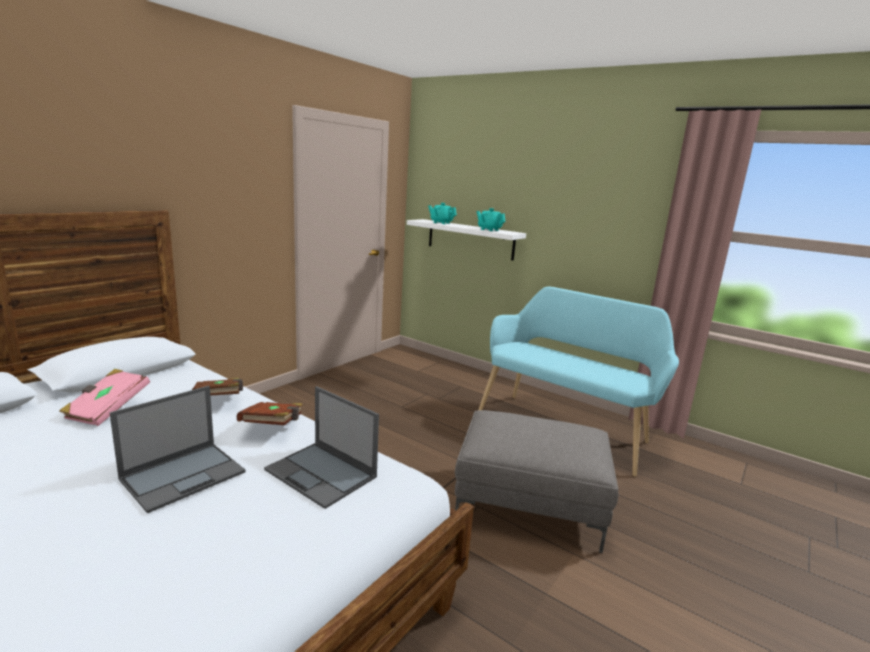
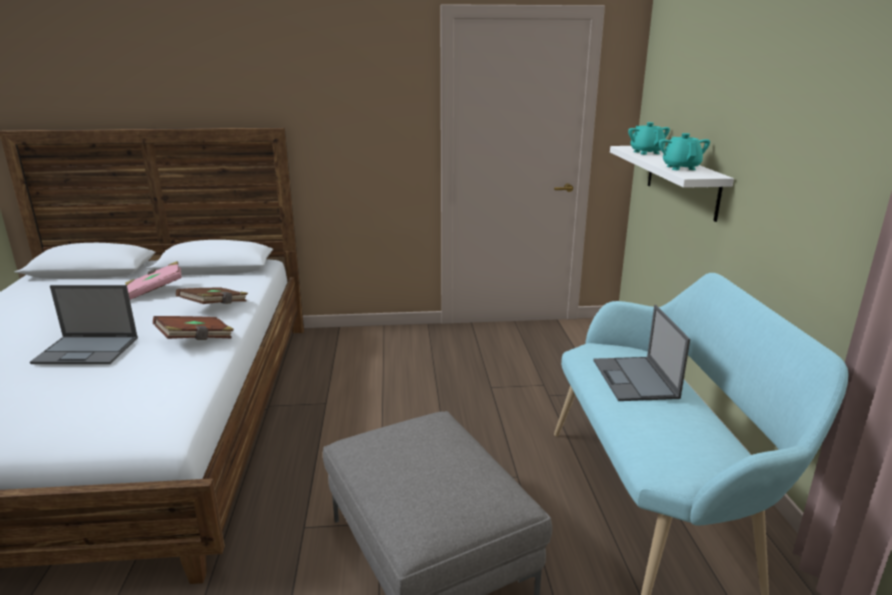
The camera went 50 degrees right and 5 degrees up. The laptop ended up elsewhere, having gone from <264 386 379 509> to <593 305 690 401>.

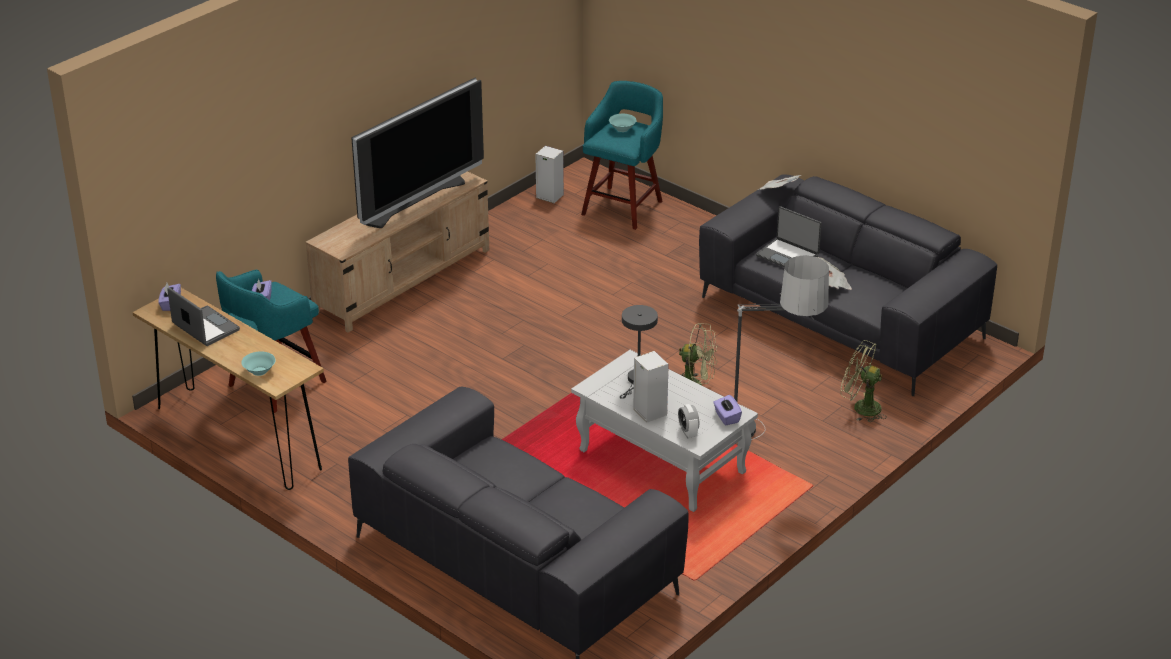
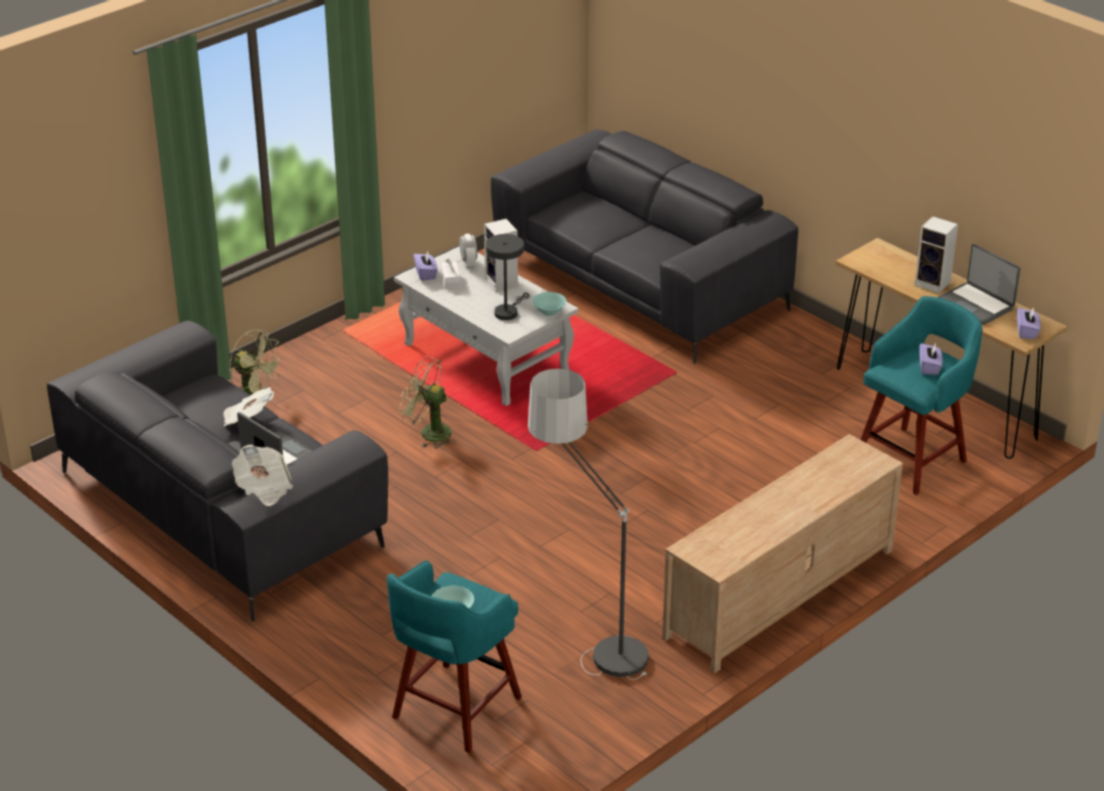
The camera went 175 degrees left and 0 degrees up. The second view gained the tissue holder (white-coloured) at <441 259 461 289>. The standing lamp ended up elsewhere, having gone from <734 255 829 440> to <528 368 649 680>. The bowl (blue-green) ended up elsewhere, having gone from <241 352 276 376> to <532 292 567 316>. The audio speaker ended up elsewhere, having gone from <535 146 564 203> to <915 216 958 293>. The second view lost the TV set at <351 78 484 228>.

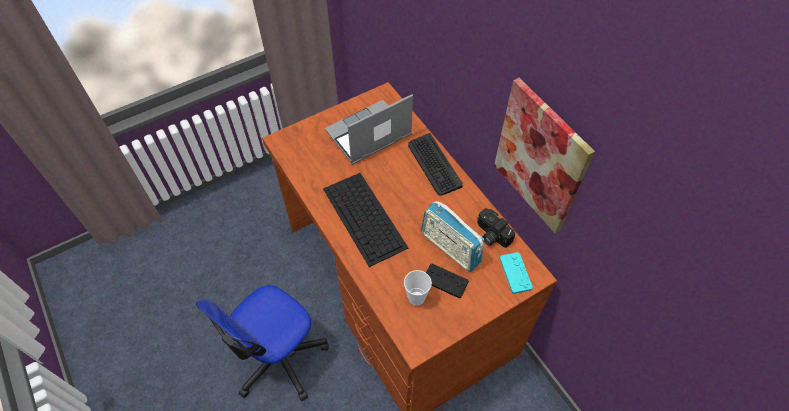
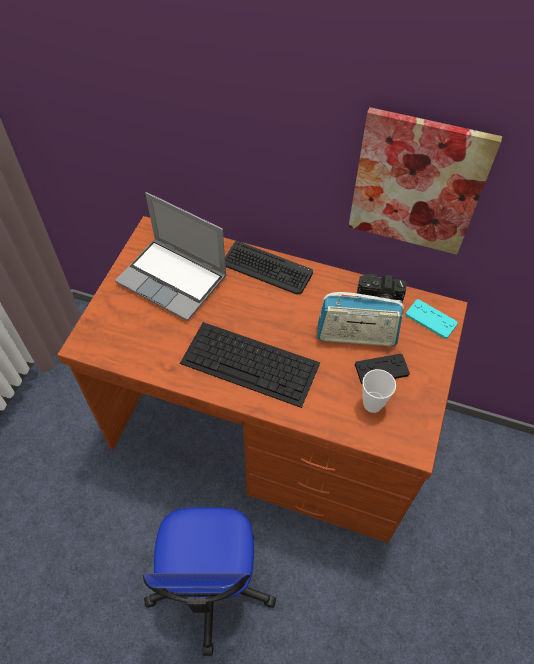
The camera went 40 degrees left and 0 degrees up. The laptop at <325 94 413 165> ended up facing another way, 75 degrees counterclockwise from before.

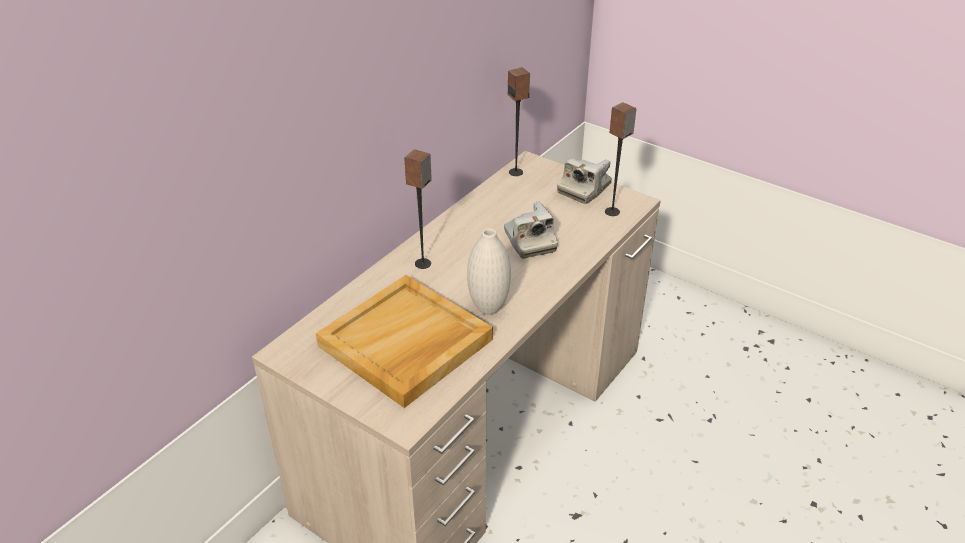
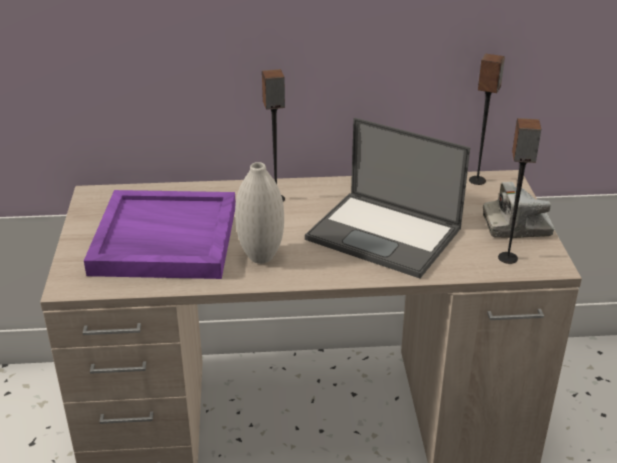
The camera went 50 degrees right and 5 degrees down. What was the serving tray (beige-coloured) at <316 275 493 408> turned into the serving tray (purplish) at <84 190 236 279>. Where the still camera stood at <504 201 558 259>, the laptop came to stand at <305 117 470 279>.

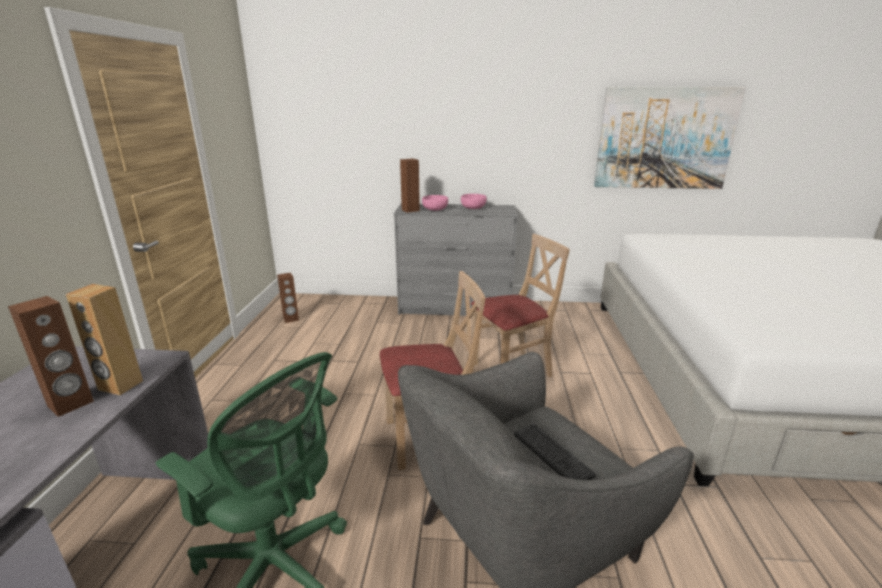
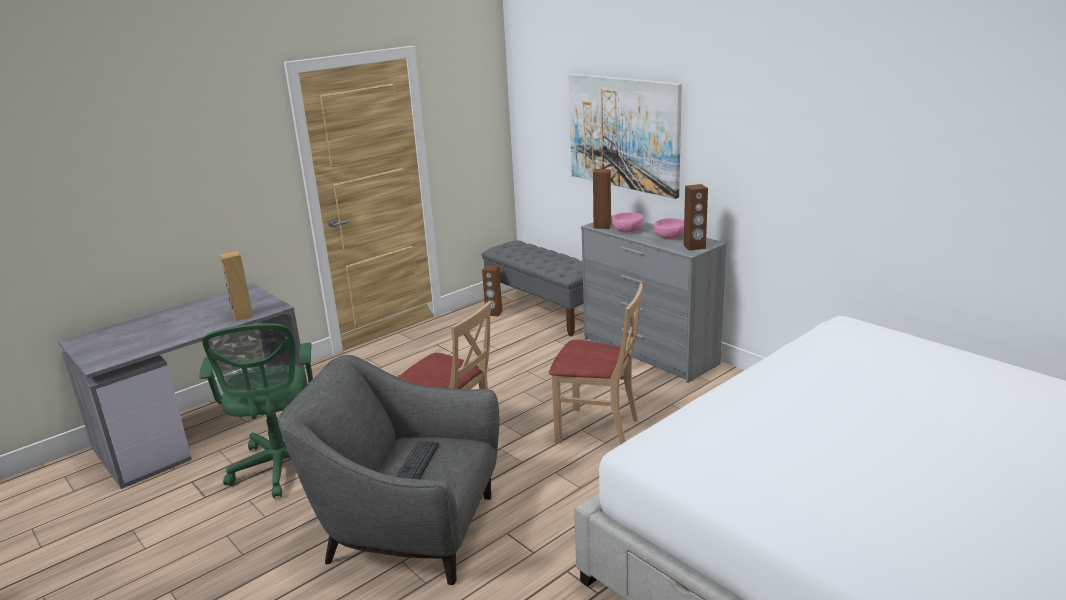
The camera went 45 degrees right and 0 degrees up. The second view gained the bench (grey) at <482 240 584 336>. The picture ended up elsewhere, having gone from <594 87 746 189> to <568 74 682 199>. The audio speaker (brownish) ended up elsewhere, having gone from <8 296 94 417> to <684 184 708 251>.

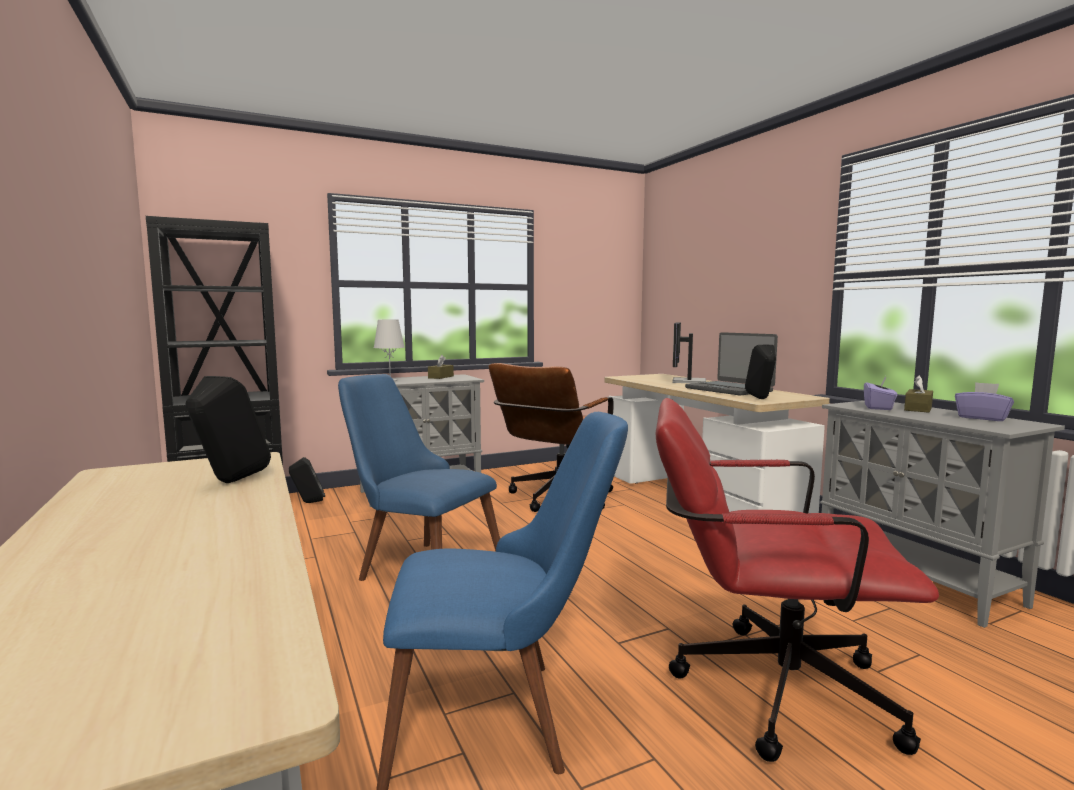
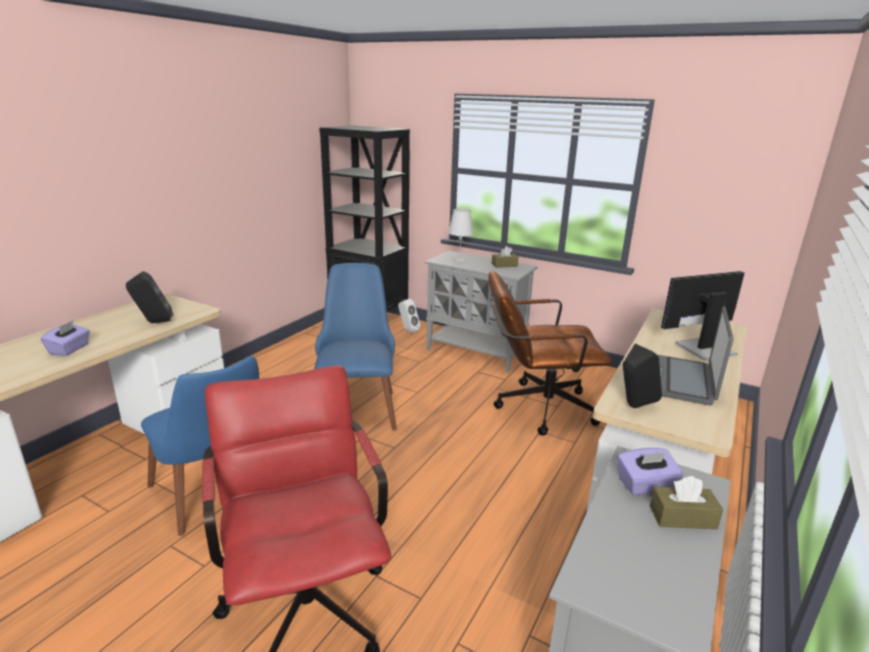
The camera went 55 degrees right and 15 degrees up. The tissue holder (purplish) ended up elsewhere, having gone from <955 382 1014 421> to <41 320 90 356>. What was the audio speaker (black-coloured) at <289 457 325 503> turned into the audio speaker (white-coloured) at <398 299 421 333>.

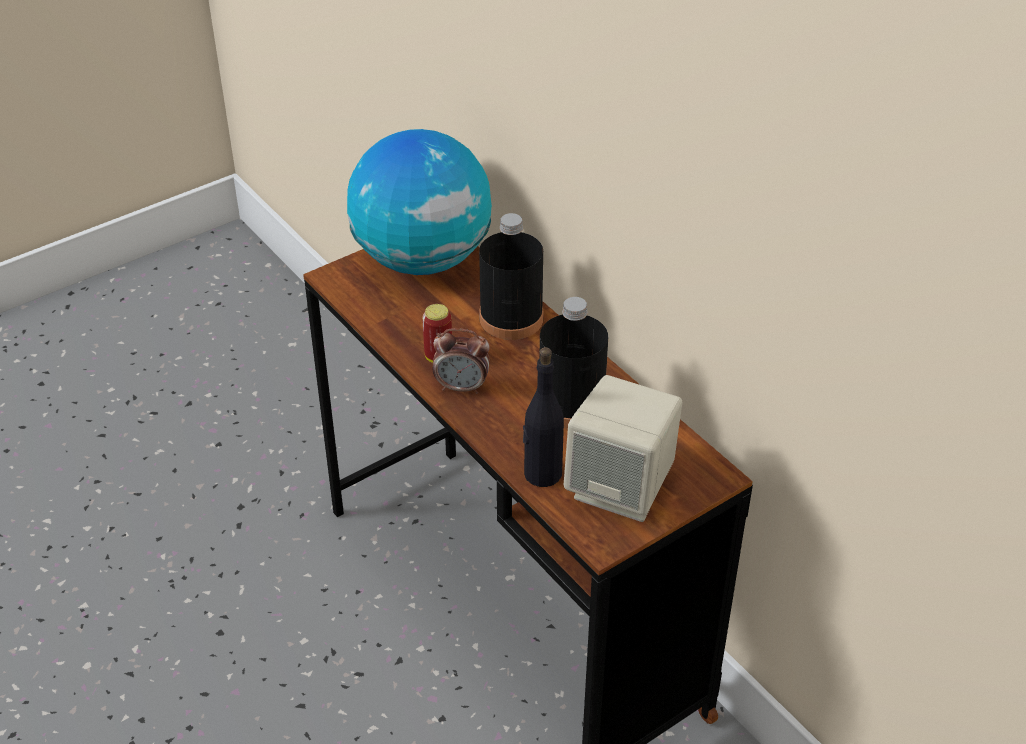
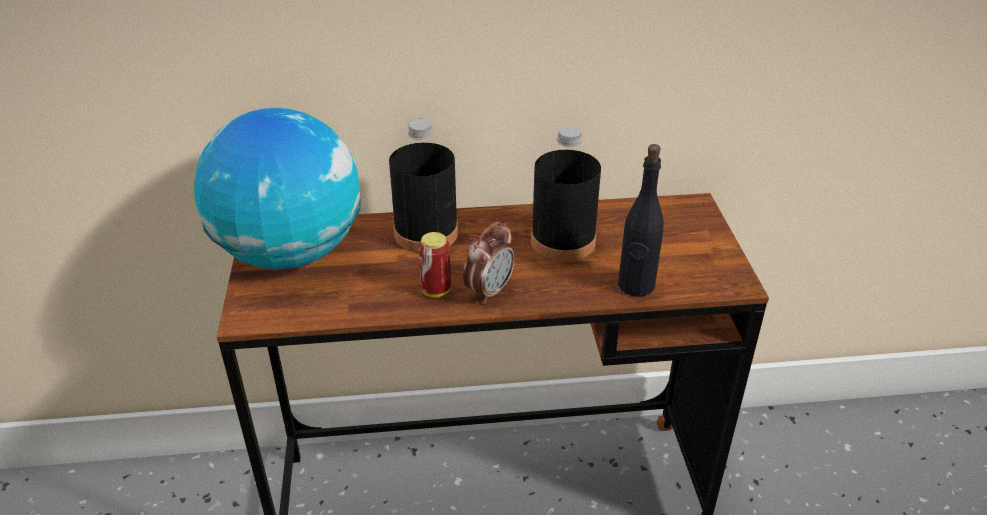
The camera went 60 degrees left and 5 degrees down. The second view lost the audio speaker (beige-coloured) at <563 375 682 522>.

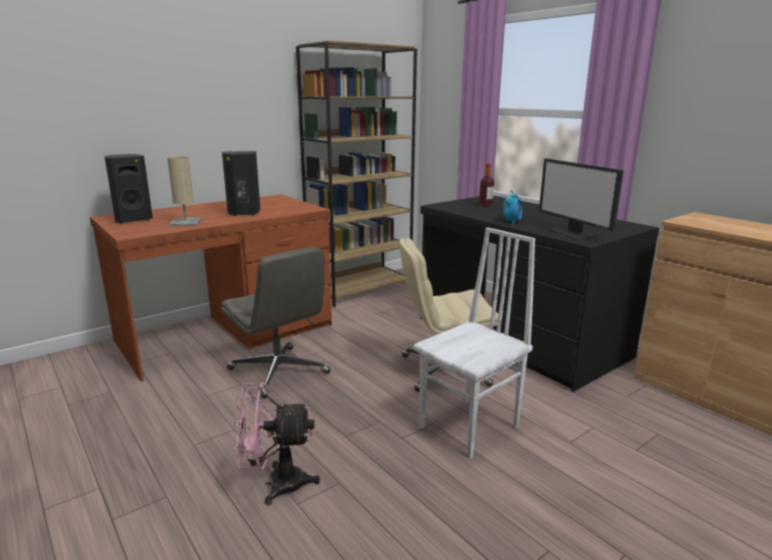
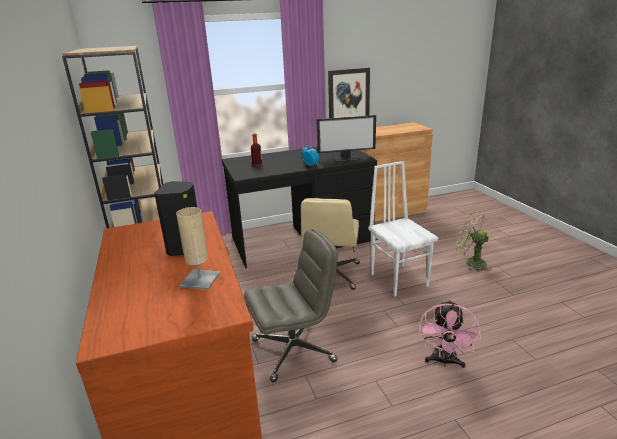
The camera went 70 degrees left and 5 degrees up. The second view gained the picture at <328 68 370 118>. The second view gained the electric fan (green) at <456 212 490 272>. The second view lost the audio speaker (black-coloured) at <105 154 153 223>.

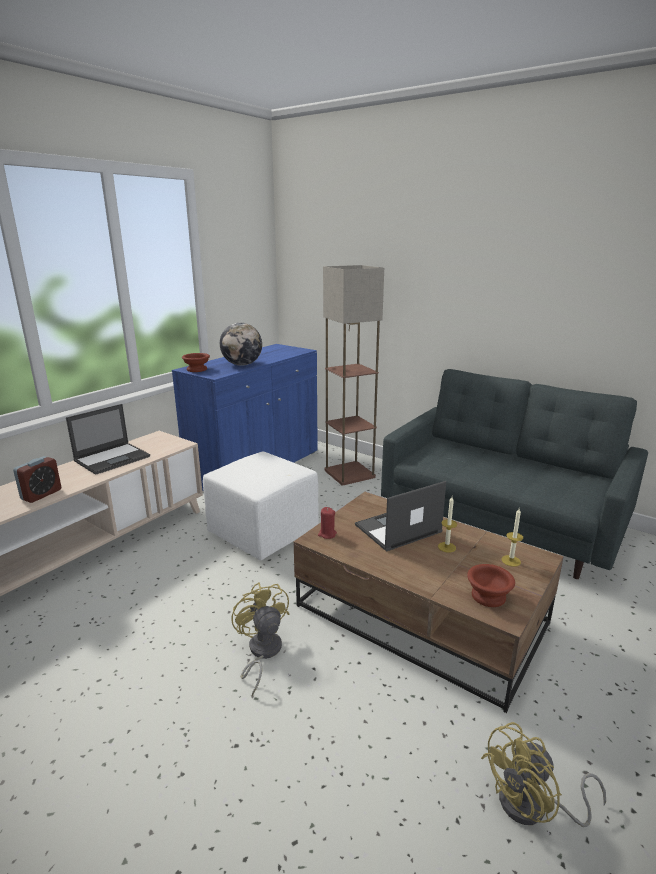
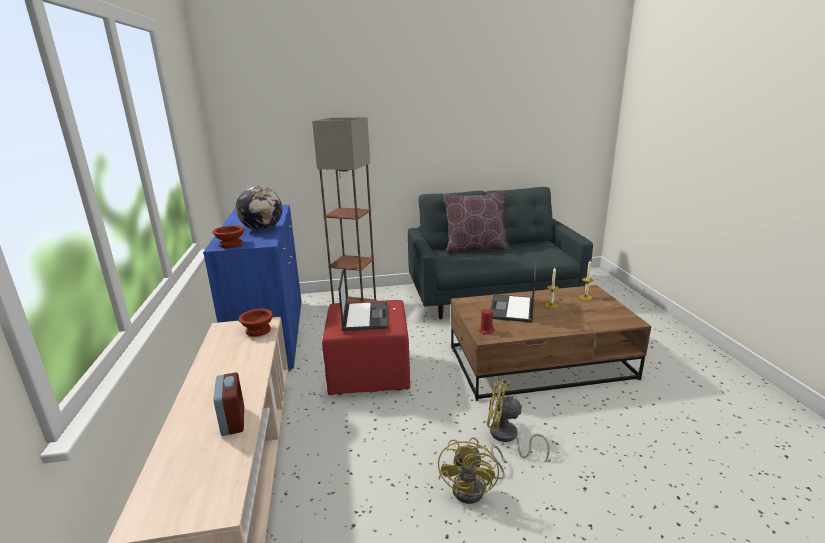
The camera went 45 degrees left and 0 degrees up. The bowl (brownish) ended up elsewhere, having gone from <467 564 515 607> to <239 309 273 337>. What was the footrest (white-coloured) at <203 452 319 560> turned into the footrest (red-coloured) at <322 300 410 395>. The laptop ended up elsewhere, having gone from <66 404 150 475> to <338 266 388 331>. The electric fan (yellowish) ended up elsewhere, having gone from <481 722 606 827> to <438 437 505 504>. The second view gained the cushion (brownish) at <443 191 509 253>.

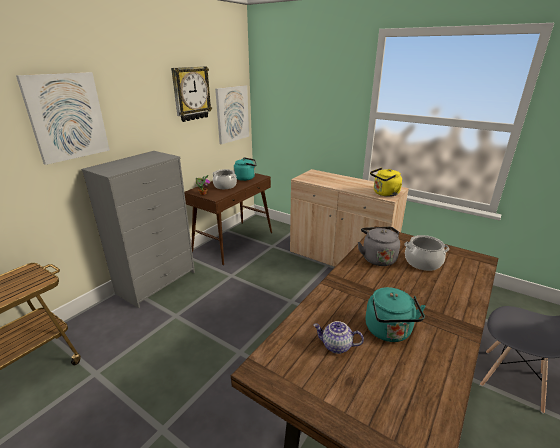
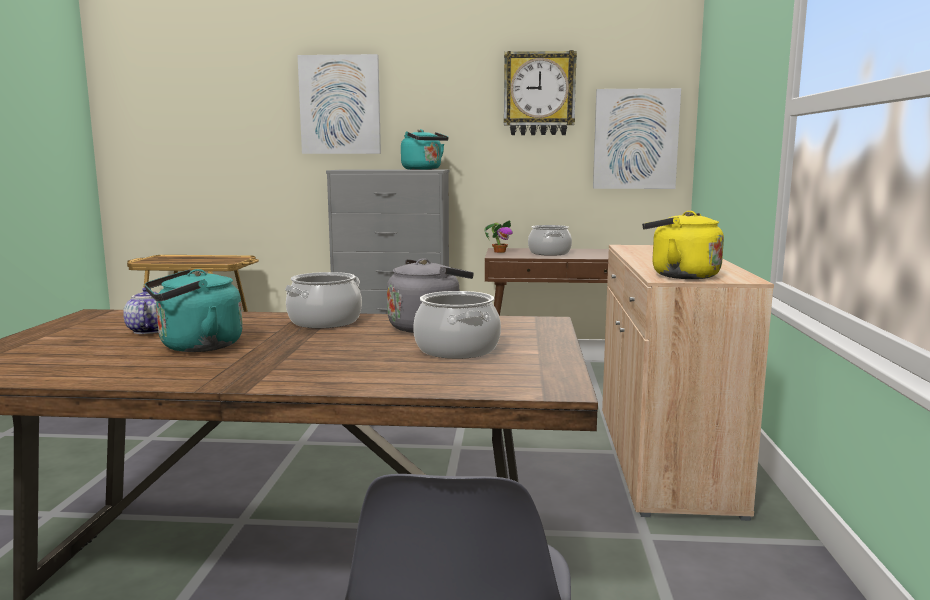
The camera went 60 degrees right and 15 degrees down. The second view gained the stockpot at <285 272 362 328>. The water kettle (blue-green) ended up elsewhere, having gone from <234 157 257 181> to <401 129 449 170>.

